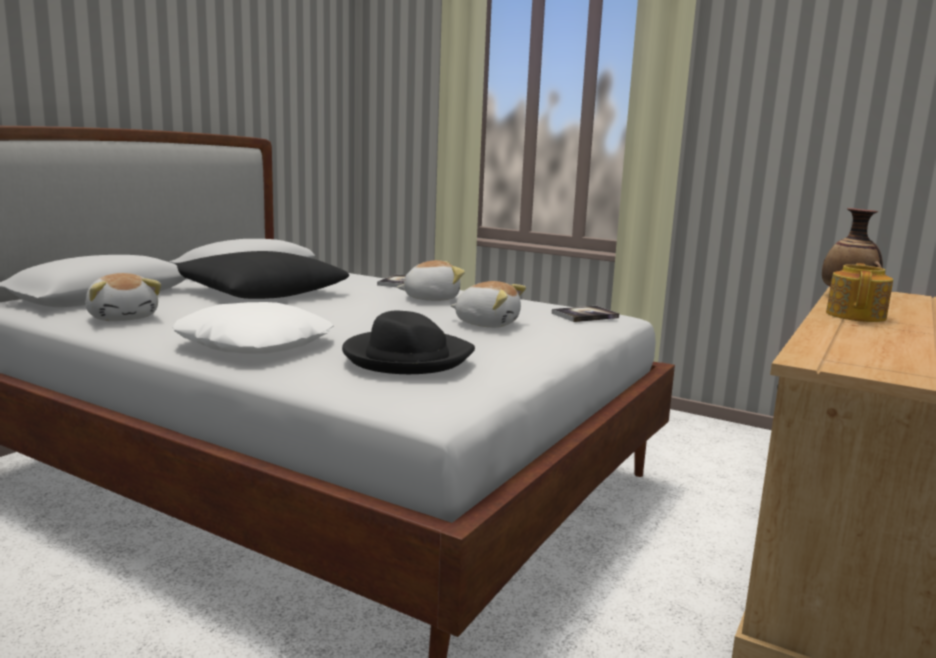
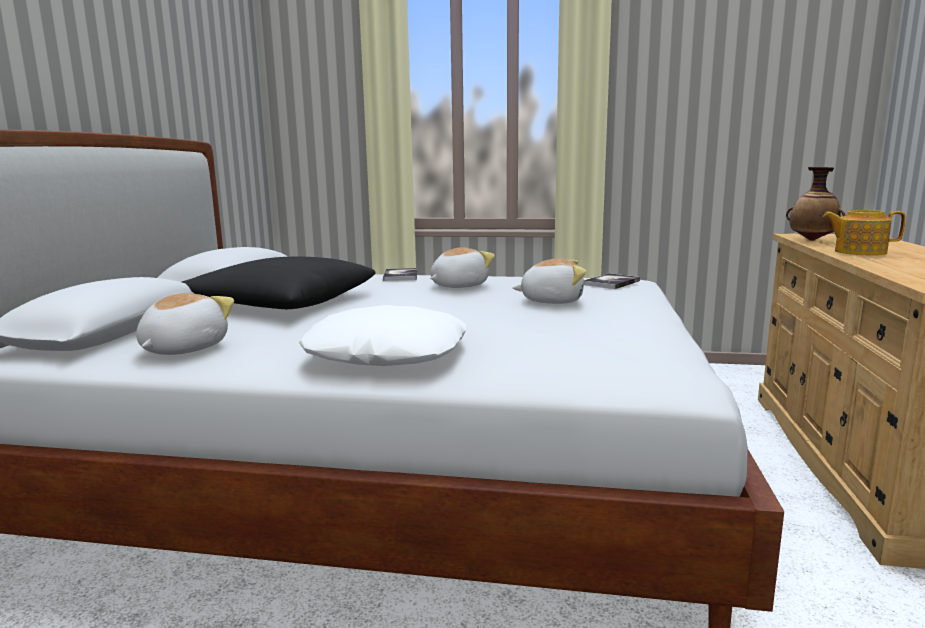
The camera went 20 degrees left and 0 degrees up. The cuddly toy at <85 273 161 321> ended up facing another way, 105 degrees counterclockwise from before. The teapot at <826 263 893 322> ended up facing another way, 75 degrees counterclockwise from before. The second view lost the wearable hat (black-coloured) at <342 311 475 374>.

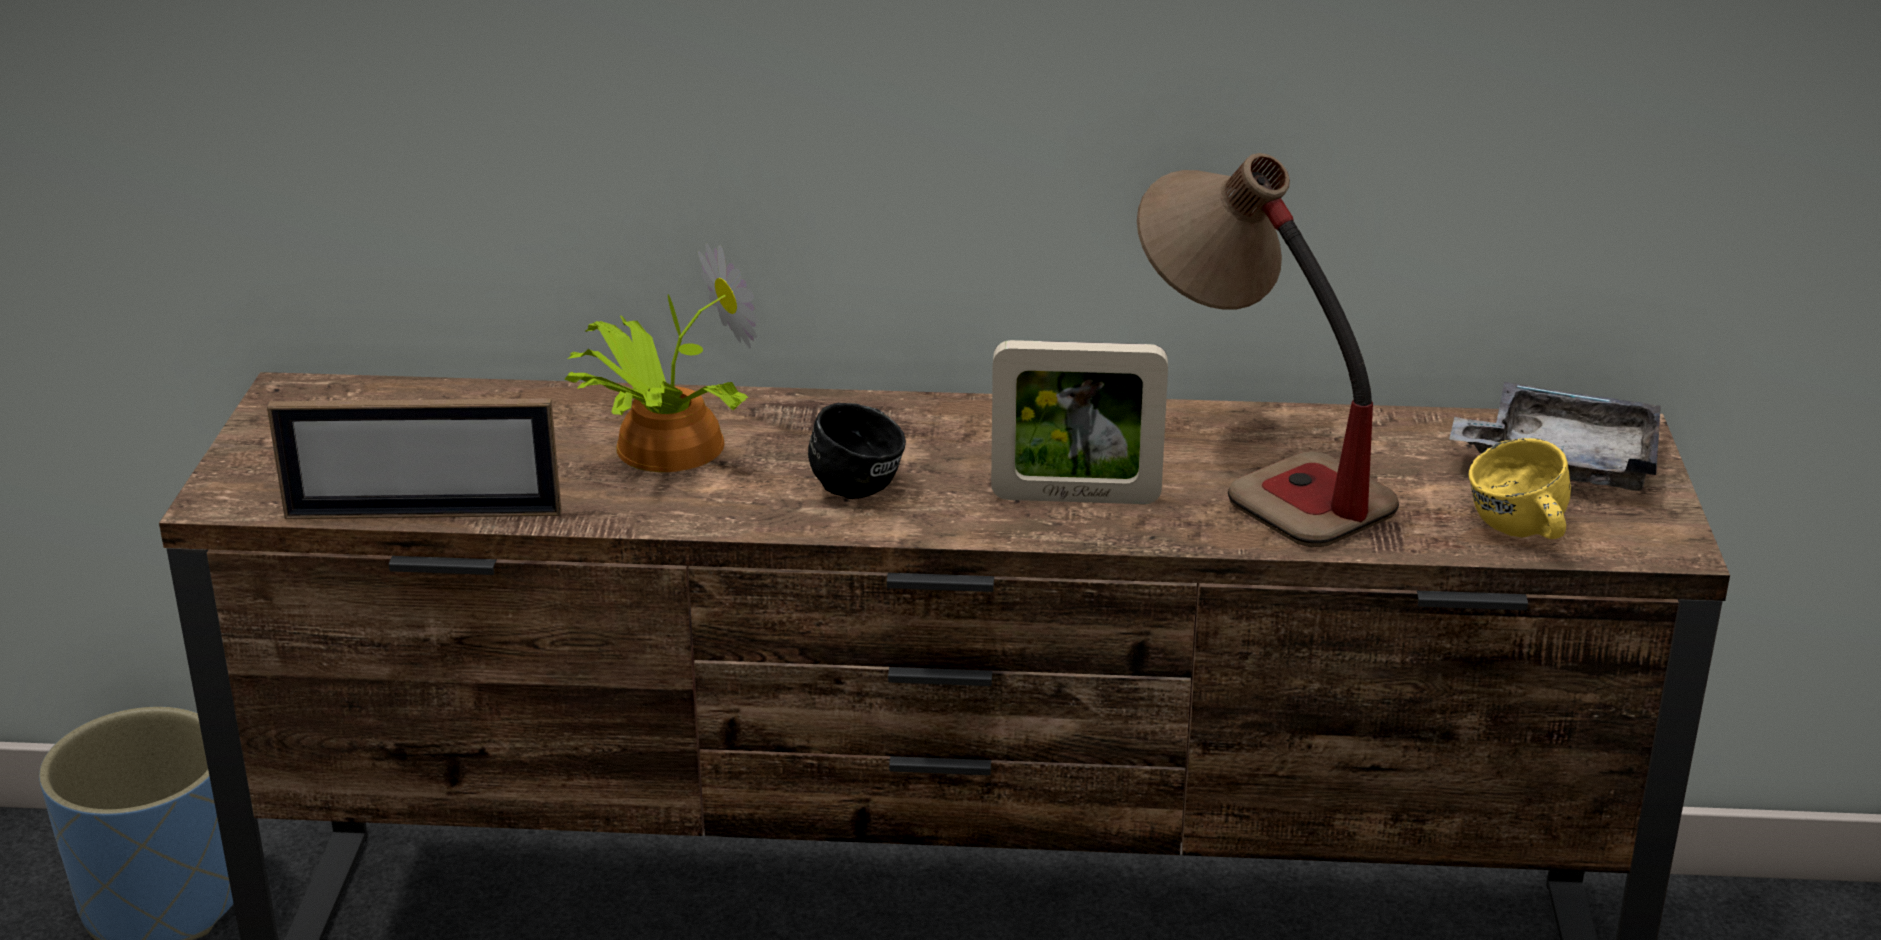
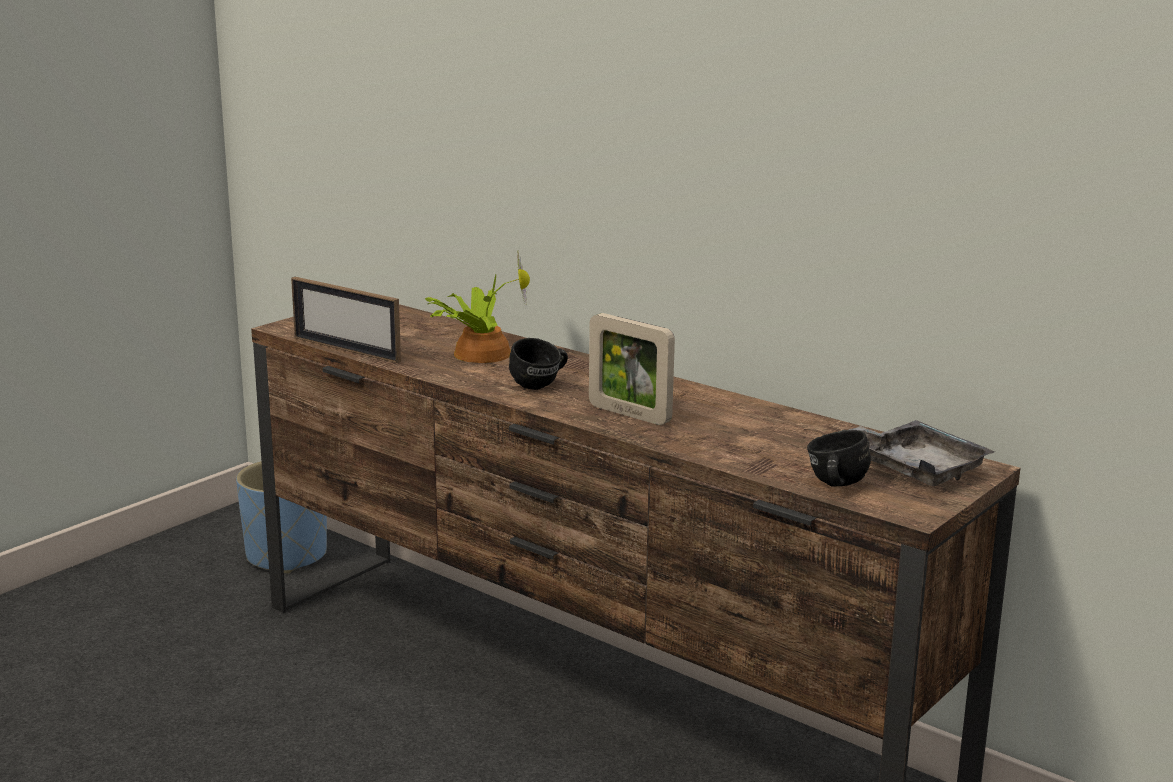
The camera went 35 degrees right and 10 degrees down. What was the mug (yellowish) at <1469 438 1571 539> turned into the mug (black-coloured) at <807 430 871 487>. The second view lost the tabletop lamp at <1137 153 1399 547>.

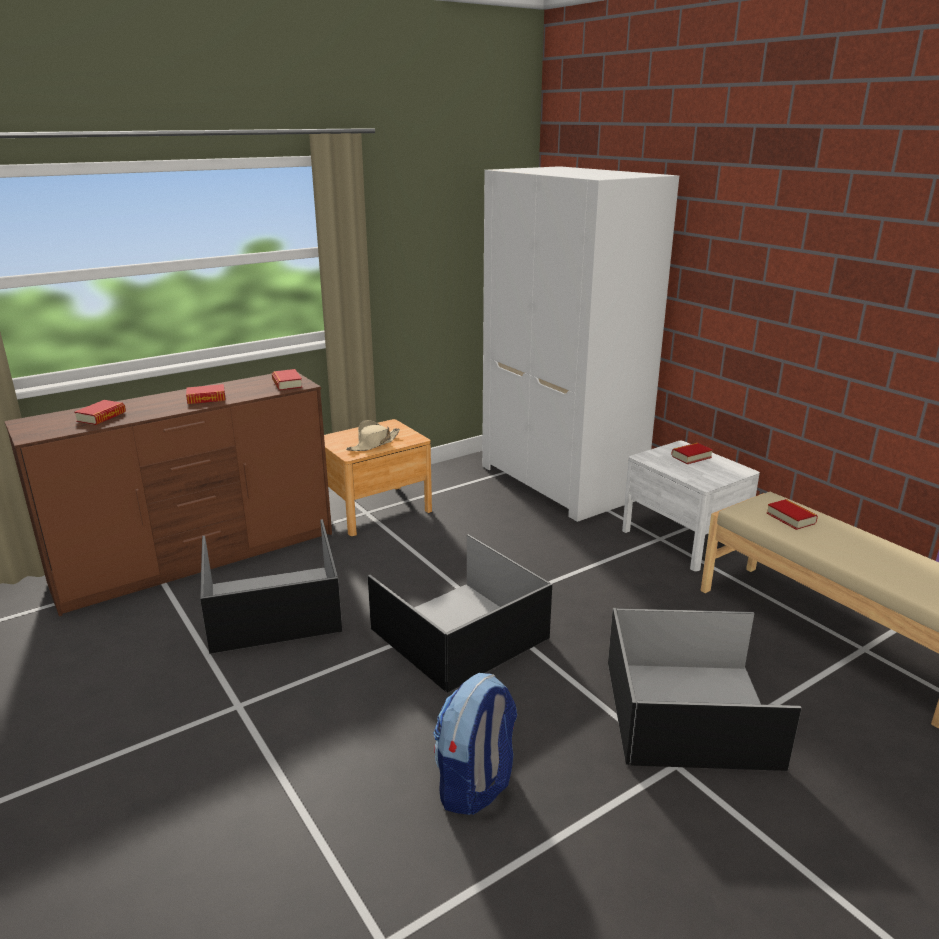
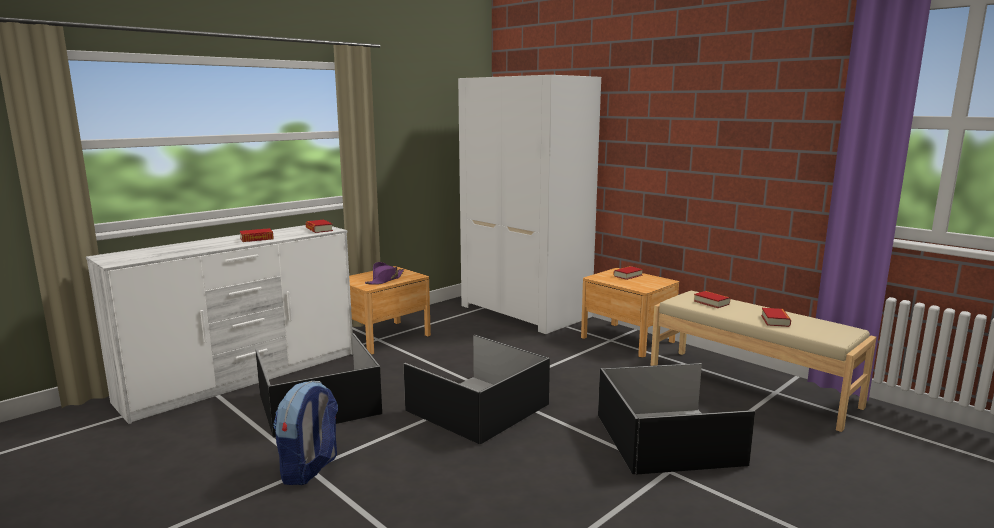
The camera went 10 degrees left and 10 degrees down. What was the dresser (brownish) at <4 373 332 616> turned into the dresser (white-coloured) at <86 225 353 424>. The rucksack ended up elsewhere, having gone from <433 673 517 815> to <273 381 338 485>. What was the wearable hat (beige-coloured) at <346 420 400 451> turned into the wearable hat (purplish) at <365 262 404 285>. What was the bedside table (white-coloured) at <622 441 760 572> turned into the bedside table (brownish) at <581 268 679 358>. The book ended up elsewhere, having gone from <74 400 126 425> to <761 308 791 327>.

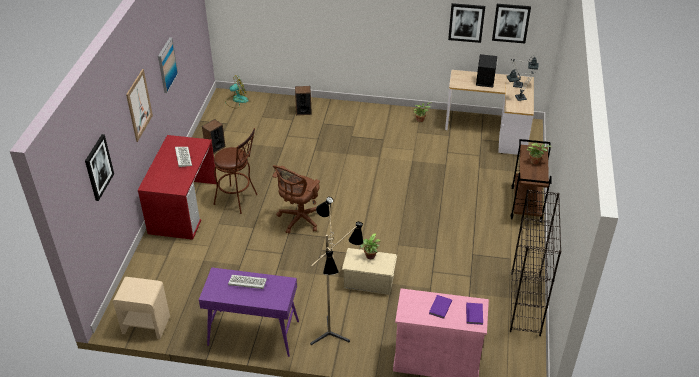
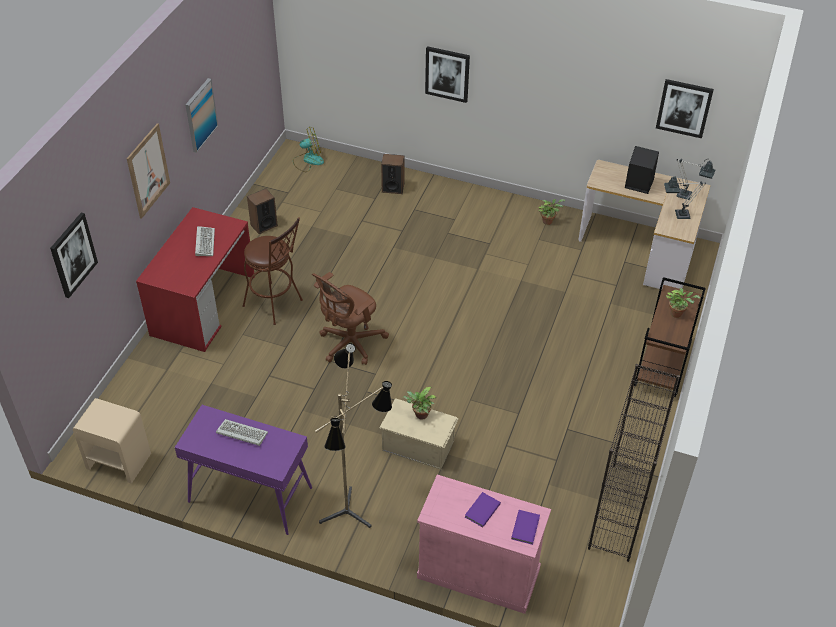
The camera went 10 degrees right and 5 degrees up. The picture ended up elsewhere, having gone from <448 3 485 43> to <425 46 470 103>.

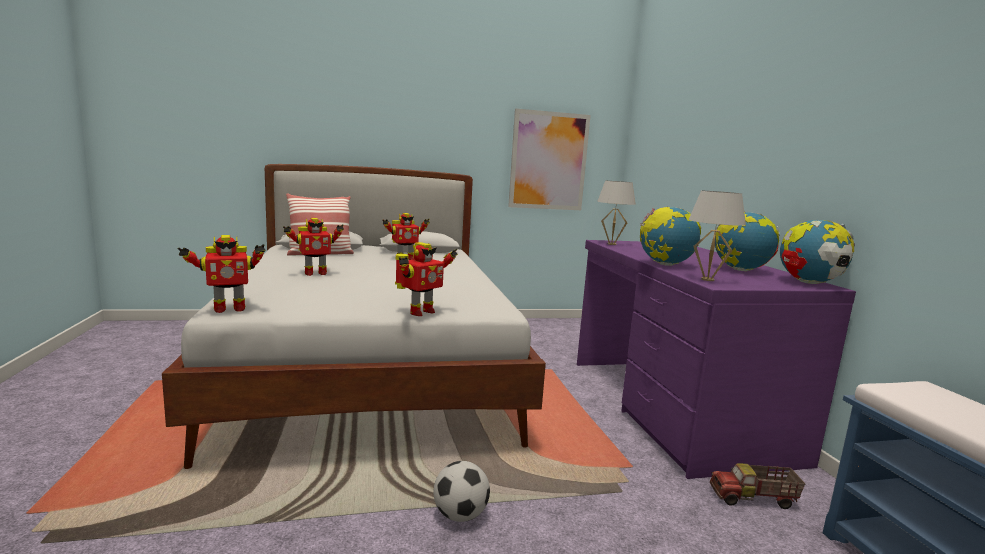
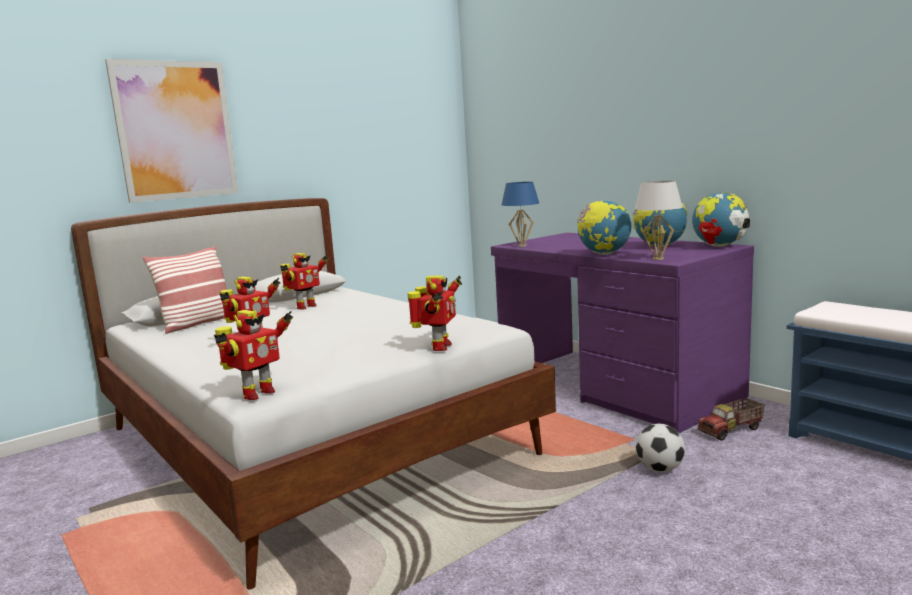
The camera went 25 degrees left and 0 degrees up. The picture ended up elsewhere, having gone from <508 109 591 210> to <105 59 239 203>. What was the tabletop lamp (white-coloured) at <597 181 636 245> turned into the tabletop lamp (bluish) at <502 182 539 247>. The ball for football ended up elsewhere, having gone from <433 461 490 522> to <636 424 685 472>.

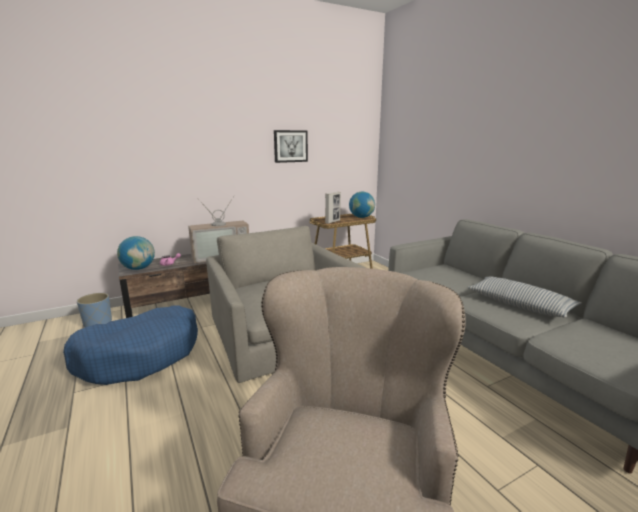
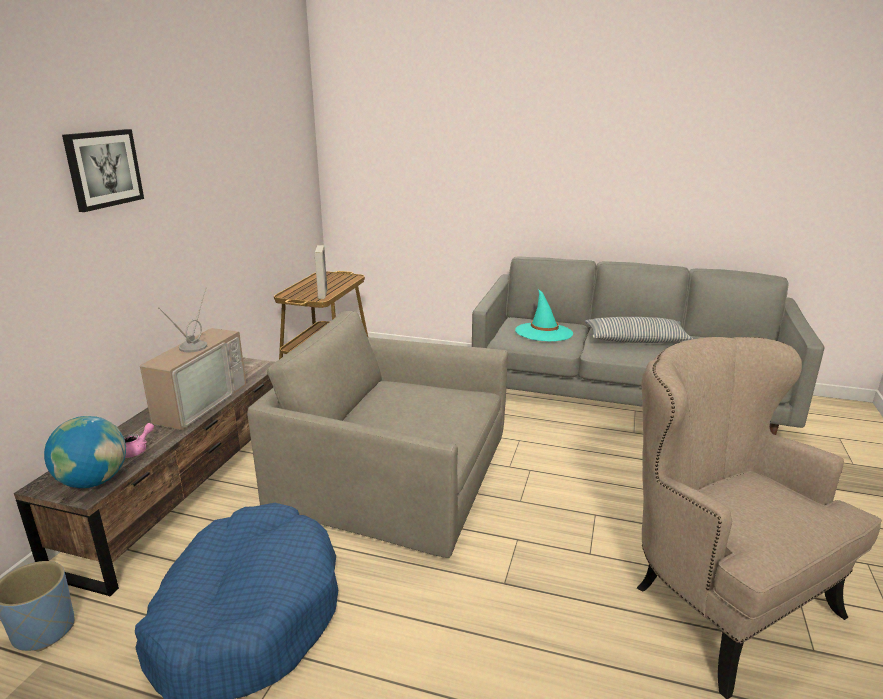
The camera went 45 degrees left and 5 degrees up. The picture ended up elsewhere, having gone from <274 130 308 163> to <62 129 144 212>. The second view gained the wearable hat (blue-green) at <515 289 573 342>. The second view lost the globe at <349 192 375 218>.

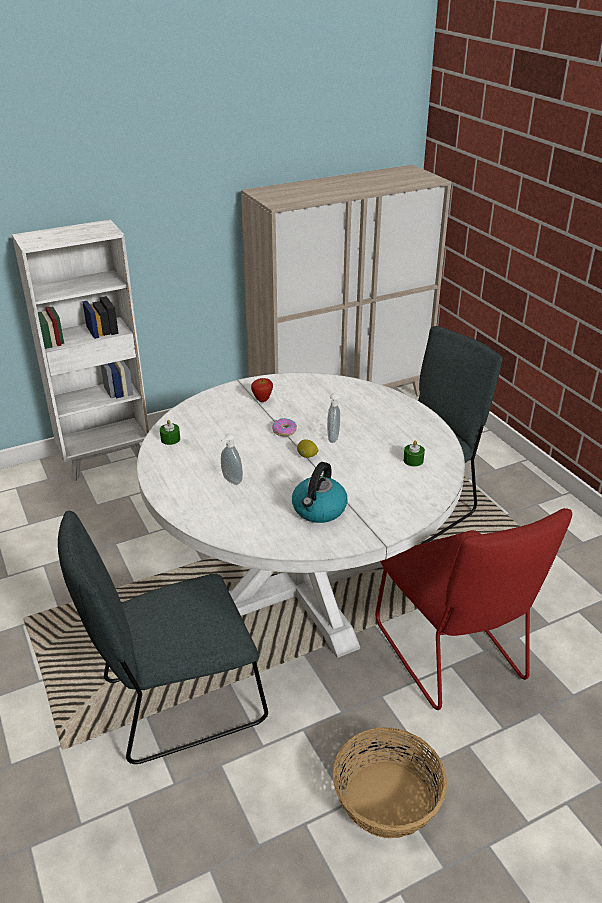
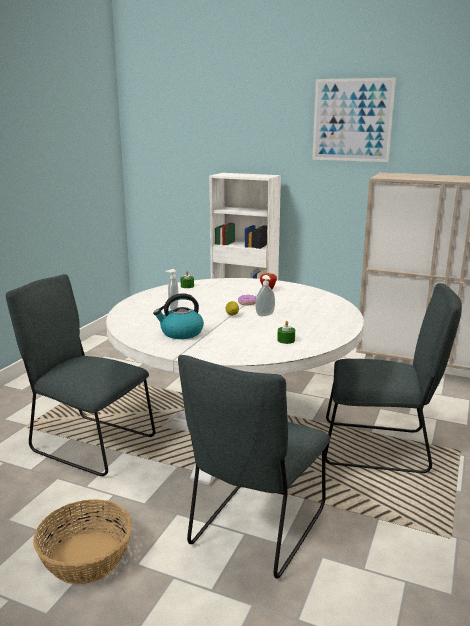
The camera went 50 degrees right and 15 degrees down. What was the plain chair (red-coloured) at <375 508 572 710> turned into the plain chair (grey) at <178 355 330 579>. The second view gained the picture at <312 78 396 162>.

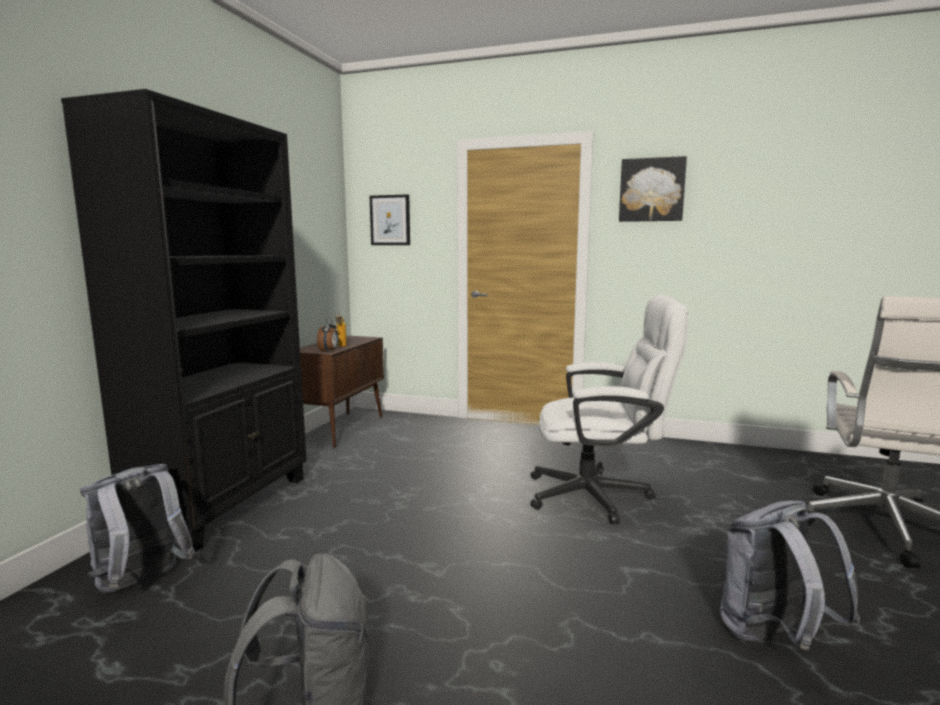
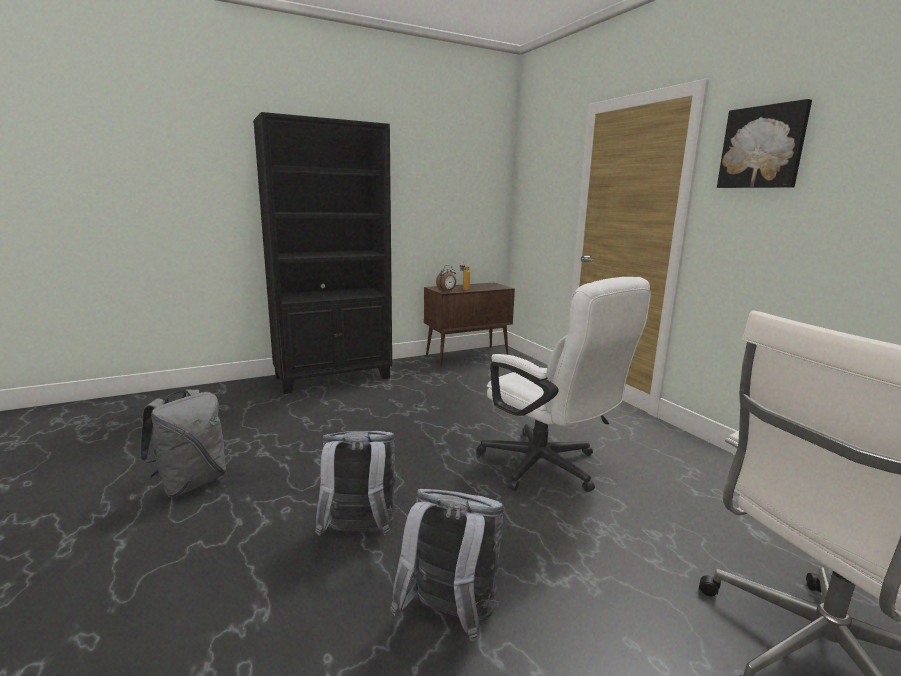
The camera went 45 degrees right and 5 degrees up. The rucksack (grey) ended up elsewhere, having gone from <80 464 196 593> to <315 431 399 536>. The second view lost the picture at <370 194 410 245>.

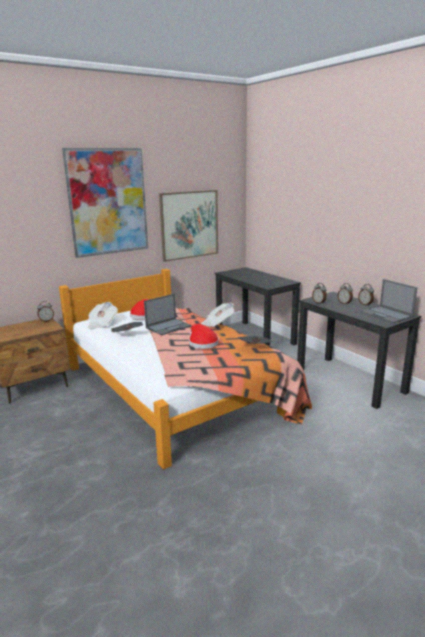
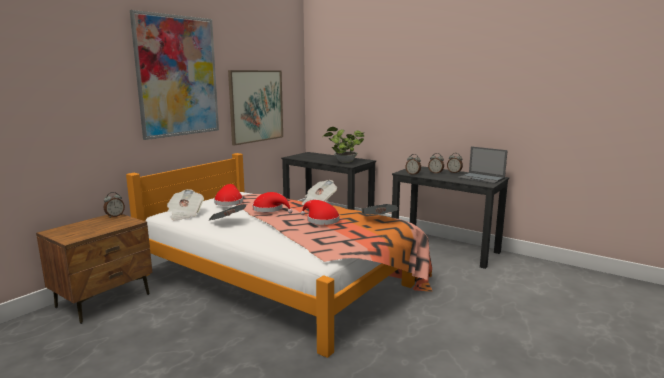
The camera went 20 degrees left and 5 degrees down. Where the laptop stood at <144 294 192 335>, the wearable hat (red-coloured) came to stand at <253 192 292 214>. The second view gained the potted plant at <322 127 364 163>.

